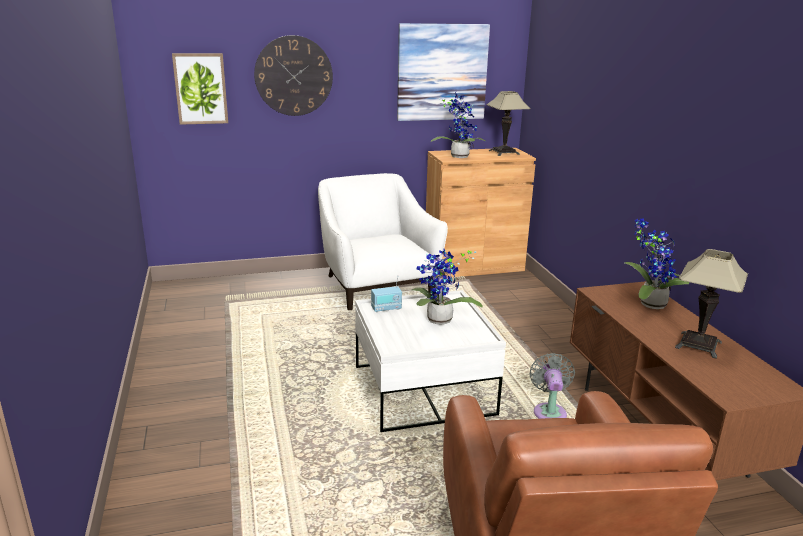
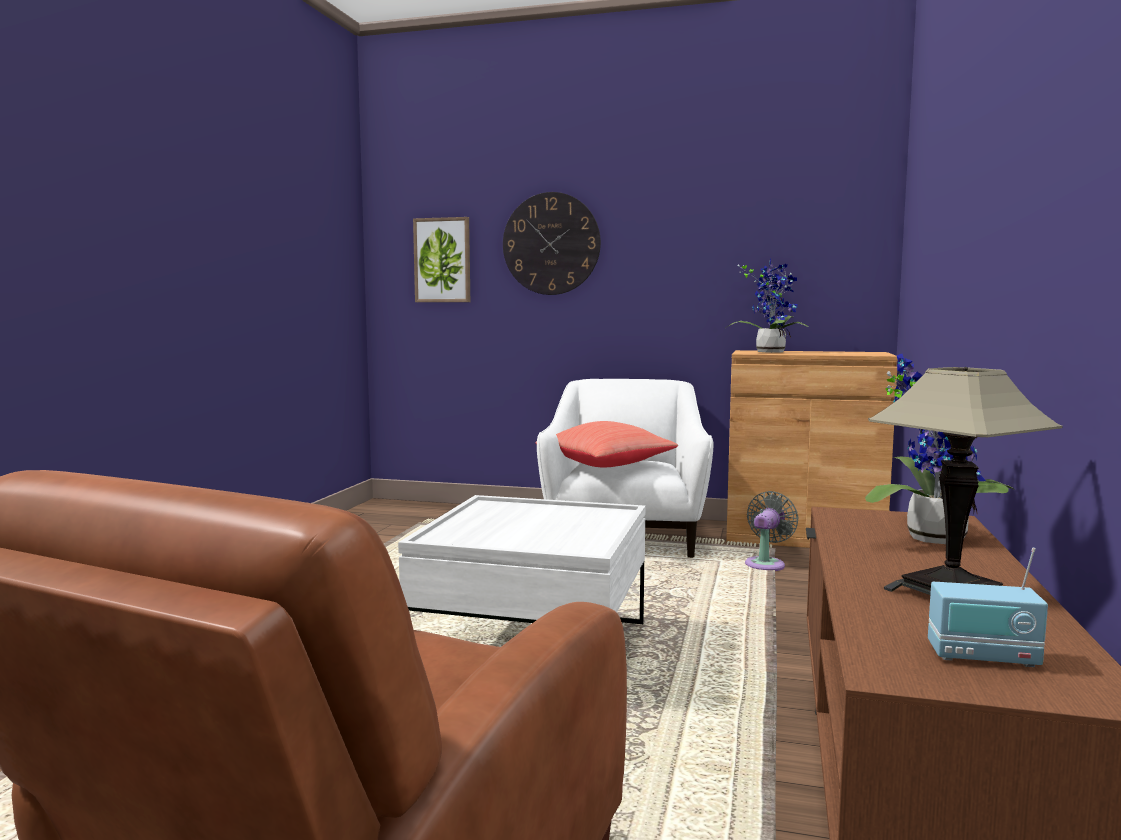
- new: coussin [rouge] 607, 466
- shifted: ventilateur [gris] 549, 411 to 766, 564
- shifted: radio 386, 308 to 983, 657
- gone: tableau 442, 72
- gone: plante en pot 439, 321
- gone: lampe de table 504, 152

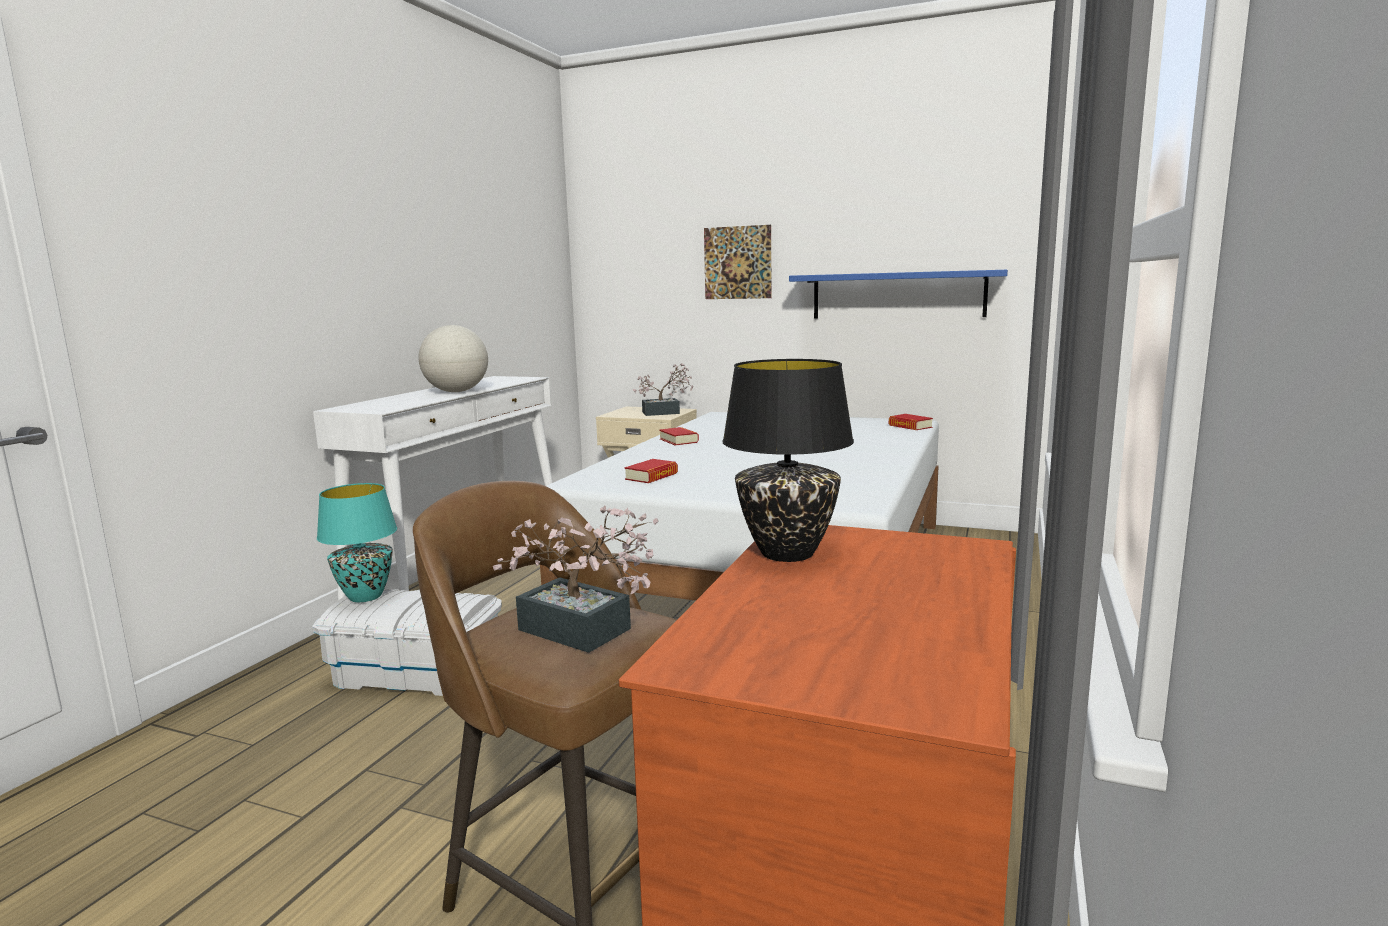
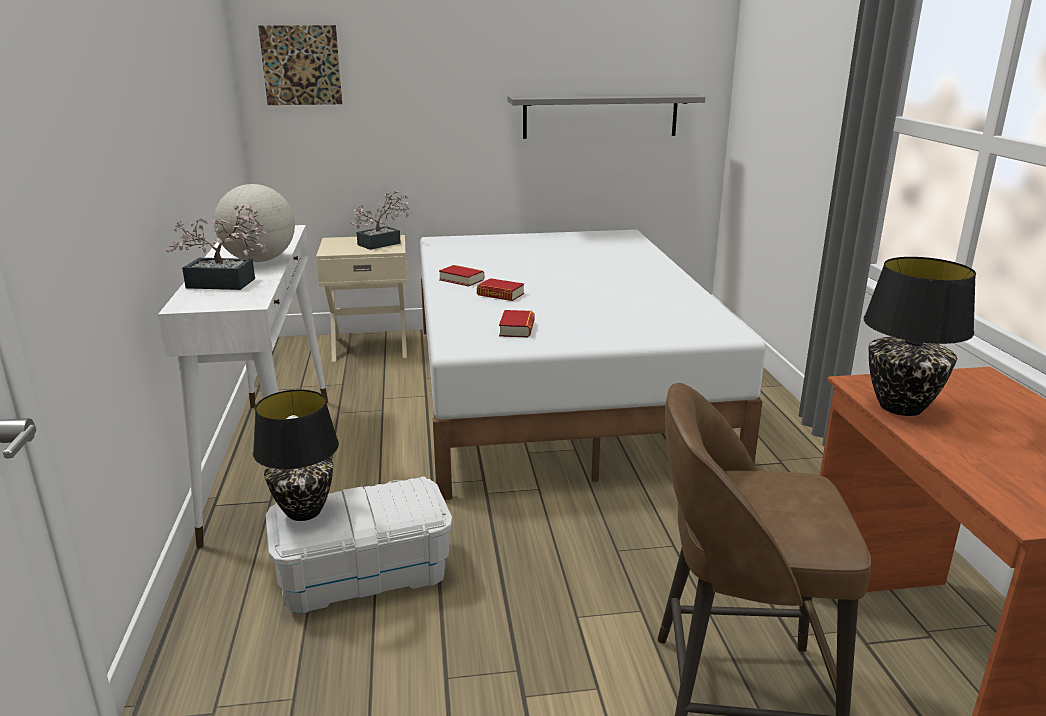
- shifted: plante en pot 583, 633 to 228, 284
- repainted: lampe de table [turquoise] 366, 596 to lampe de table [noir] 305, 511
- shifted: tableau 737, 262 to 301, 65
- shifted: livre 910, 426 to 500, 294
- repainted: étagère [bleu] 897, 295 to étagère [gris] 600, 116

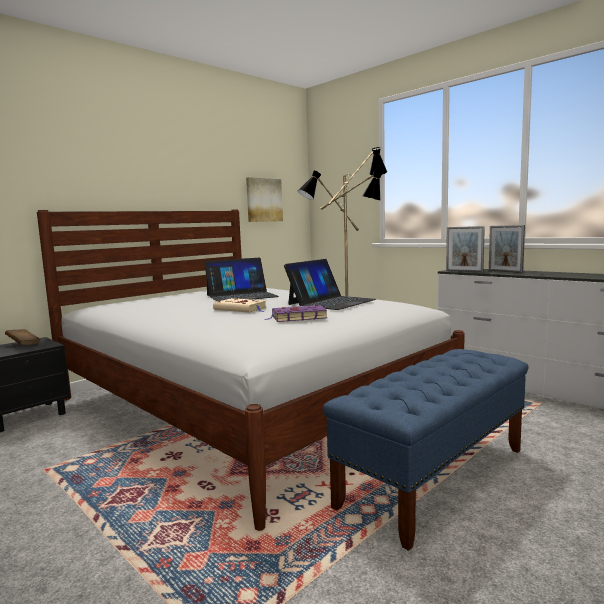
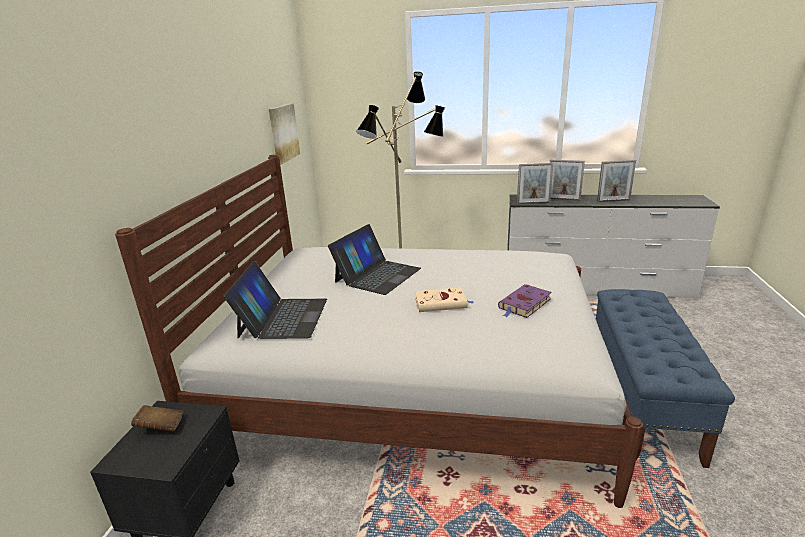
- shifted: ordinateur portable 331, 302 to 283, 317
- new: cadre photo 613, 201

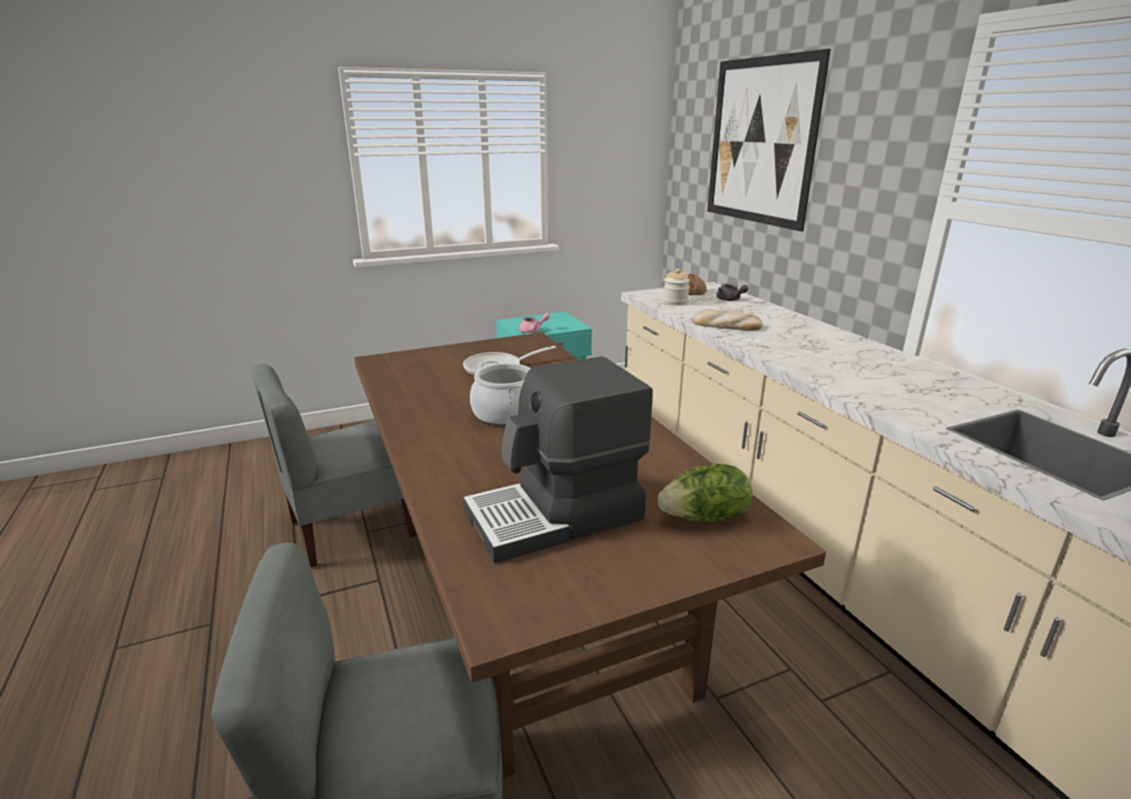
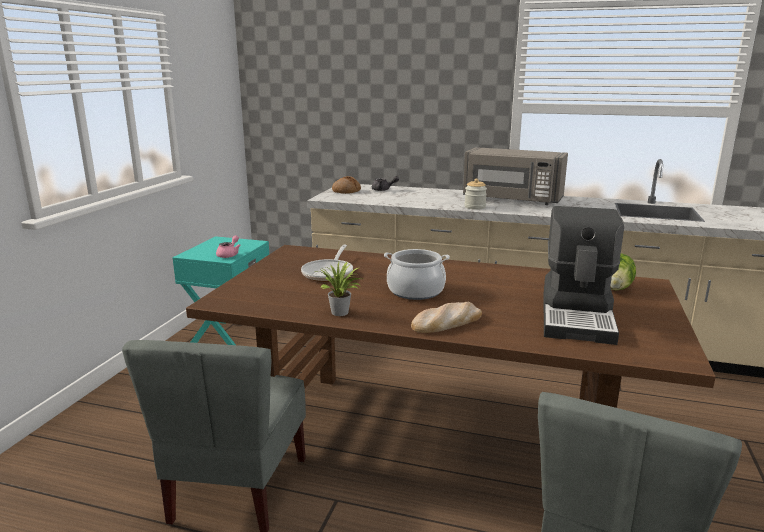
- new: plante en pot 341, 313
- shifted: pain 726, 325 to 446, 322
- new: micro-ondes [gris] 512, 199
- shifted: bocal 675, 302 to 475, 207
- gone: tableau 760, 142

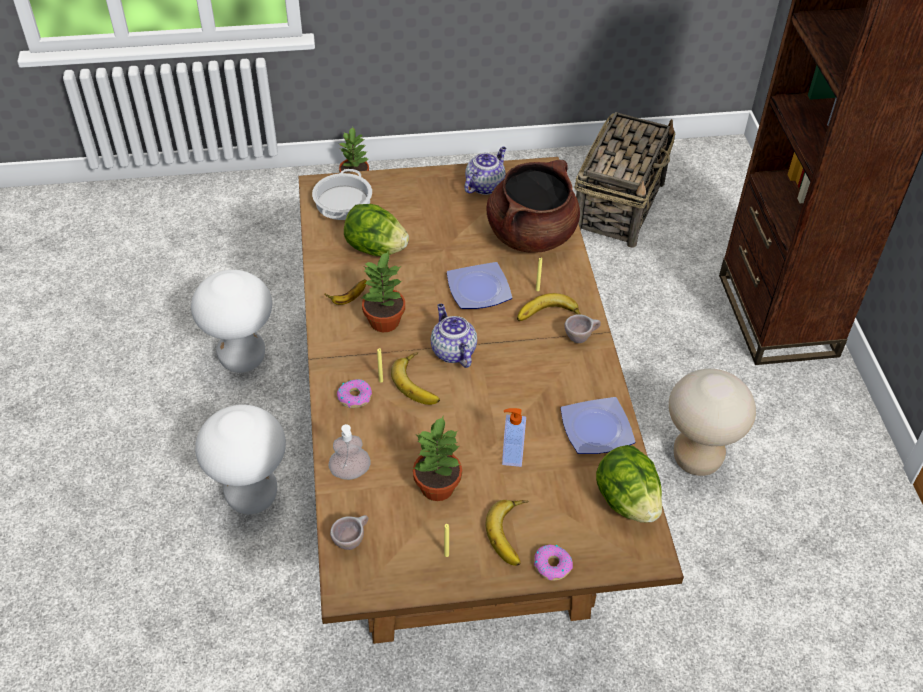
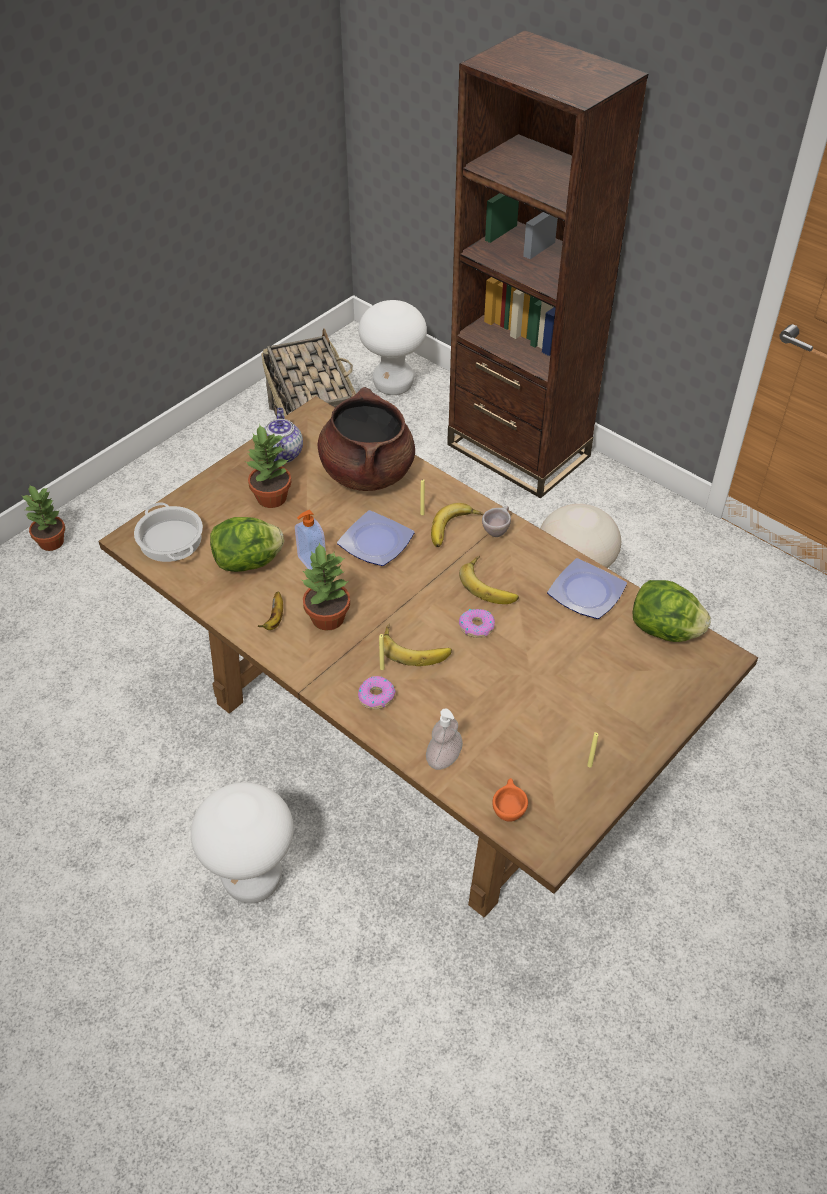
- shifted: plante en pot 436, 487 to 271, 498
- shifted: distributeur de savon 511, 455 to 311, 561
- shifted: tabouret [blanc] 242, 358 to 393, 385
- shifted: banane 513, 534 to 490, 584
- shifted: beignet 552, 565 to 476, 626
- repainted: tasse [beige] 352, 540 to tasse [orange] 508, 810
- gone: théière 452, 351

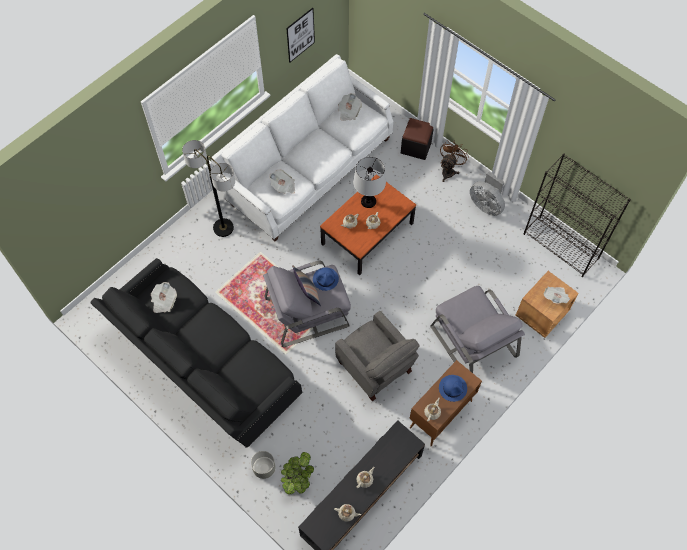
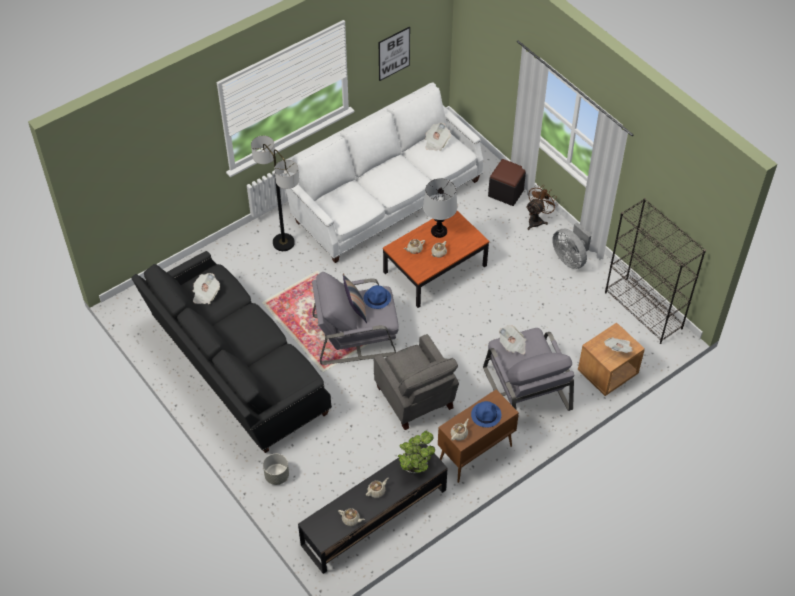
- shifted: plante en pot 297, 480 to 415, 465
- shifted: journal 283, 186 to 512, 345

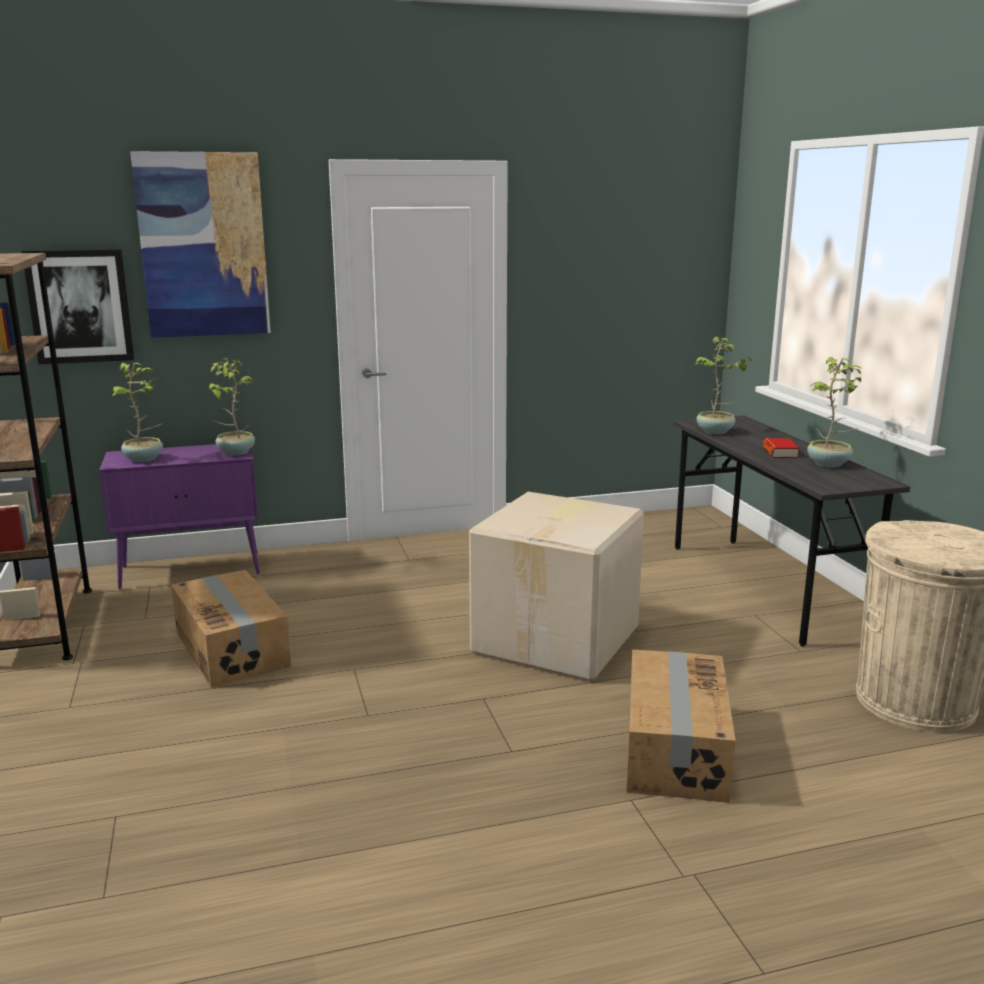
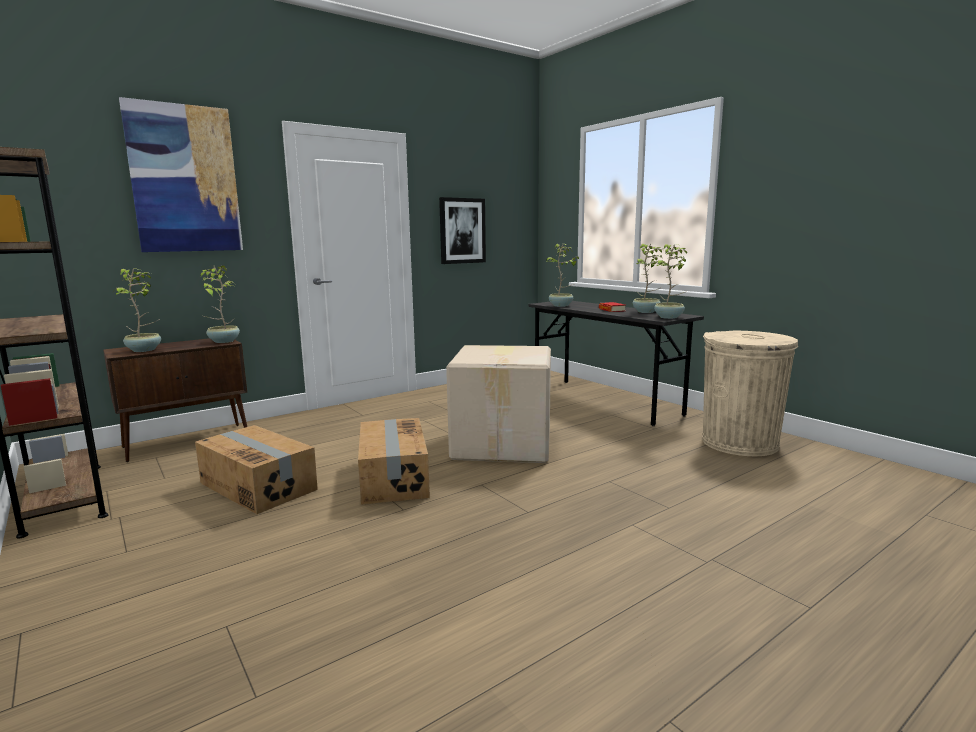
- repainted: meuble de rangement [violet] 192, 570 to meuble de rangement [marron] 188, 442
- shifted: carton 673, 749 to 392, 478
- shifted: tableau 80, 306 to 462, 231
- new: plante en pot 669, 317

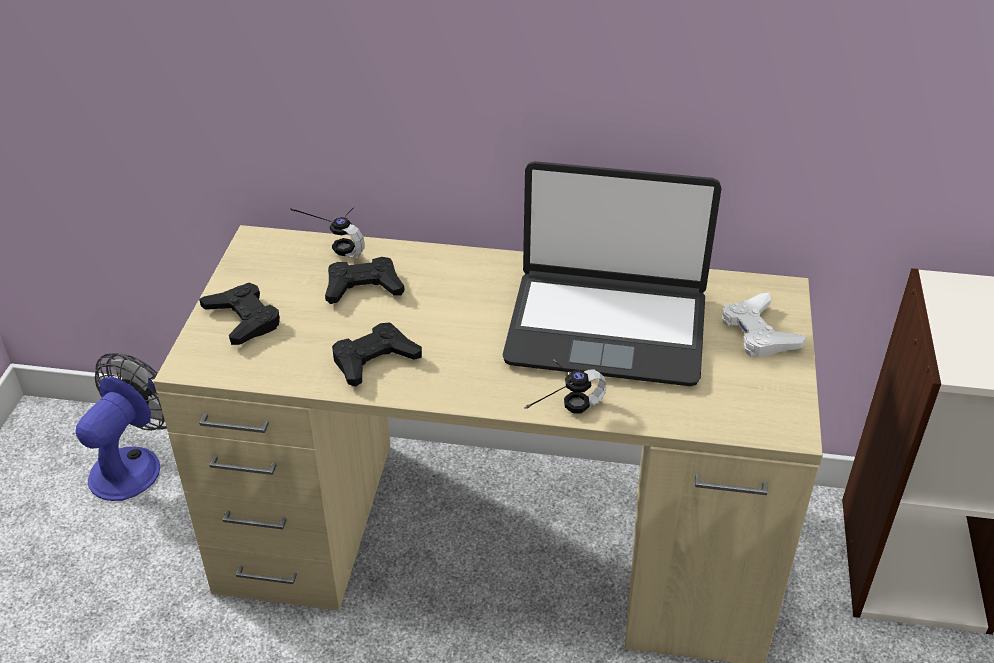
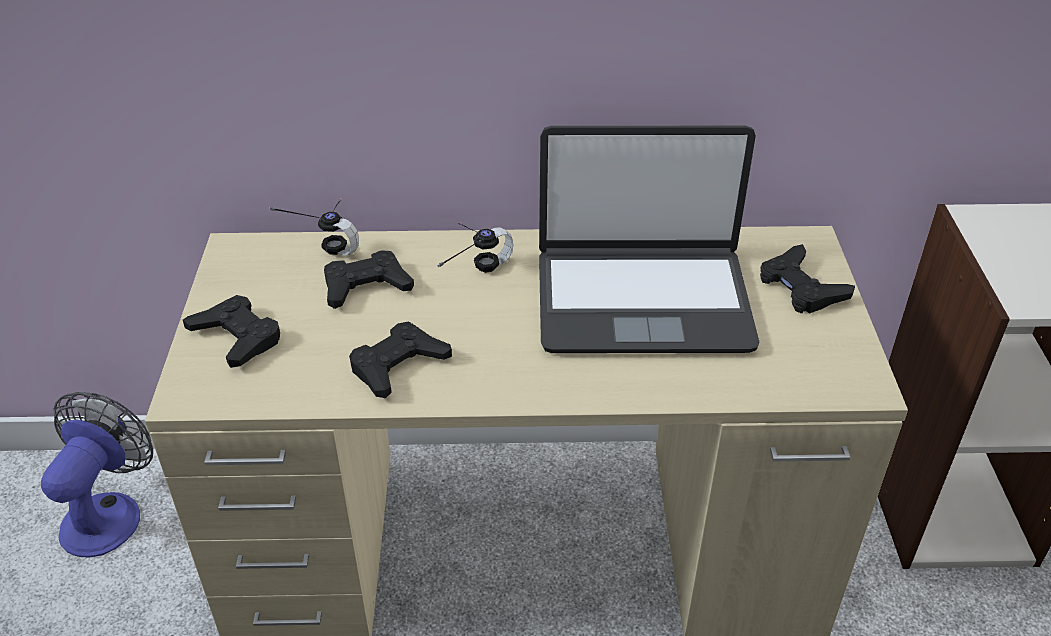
- shifted: casque audio 557, 407 to 468, 269
- repainted: manette [blanc] 758, 332 to manette [noir] 801, 287

